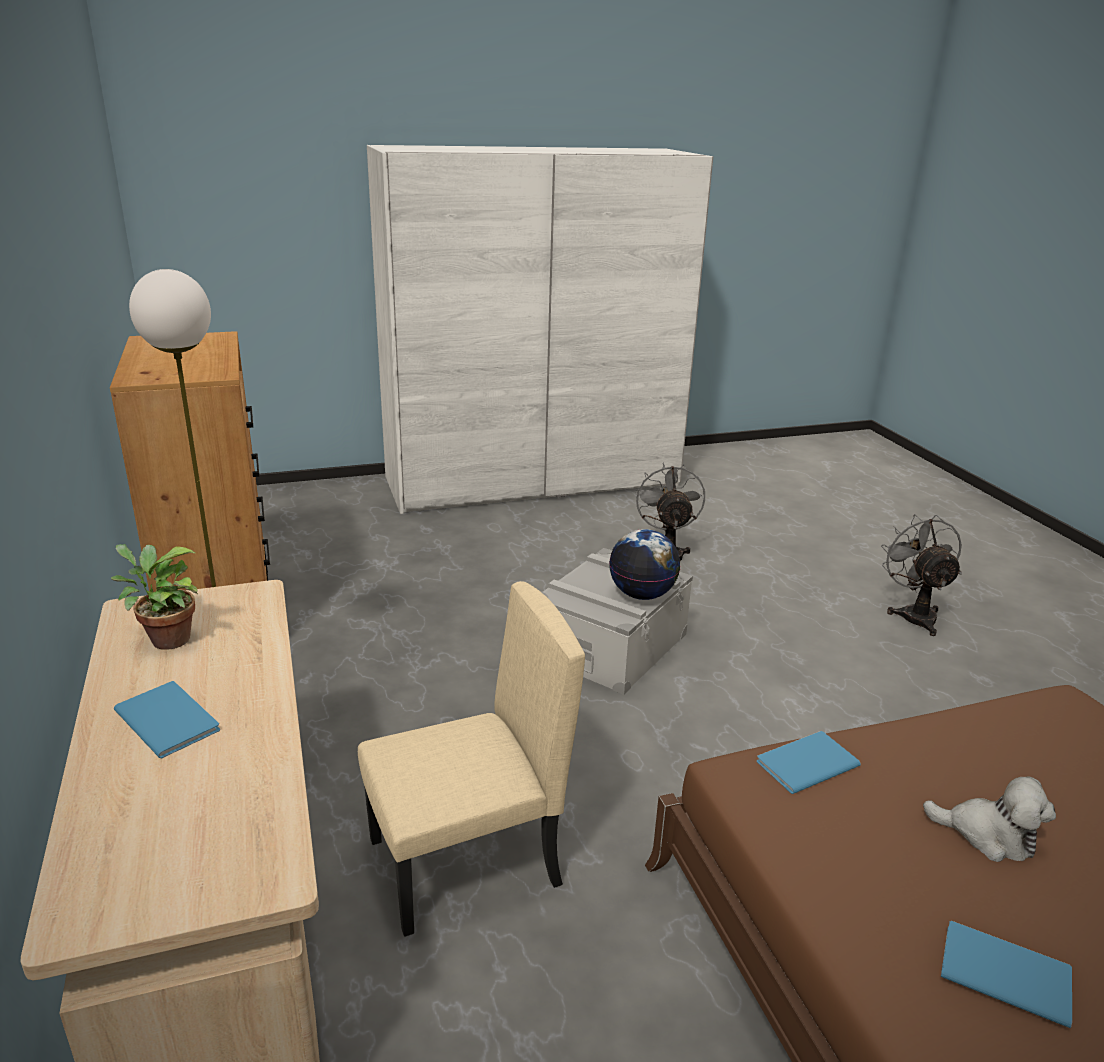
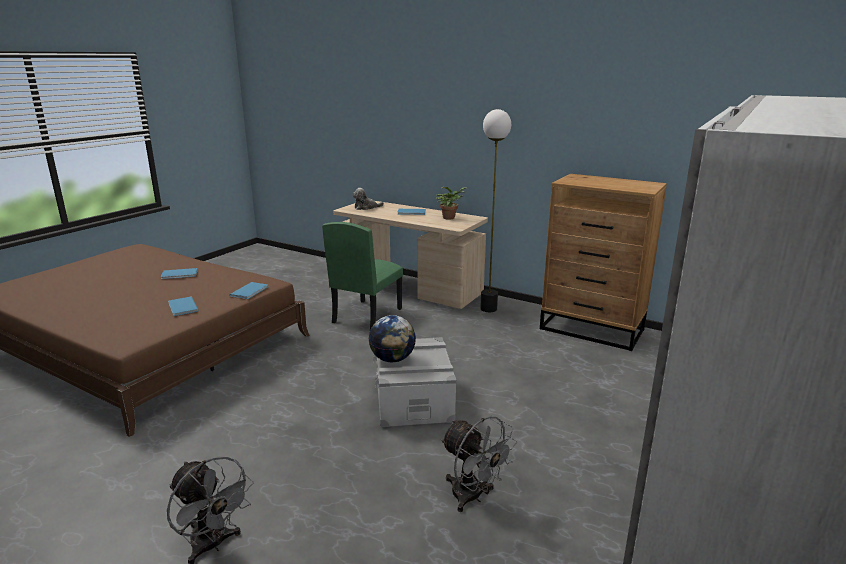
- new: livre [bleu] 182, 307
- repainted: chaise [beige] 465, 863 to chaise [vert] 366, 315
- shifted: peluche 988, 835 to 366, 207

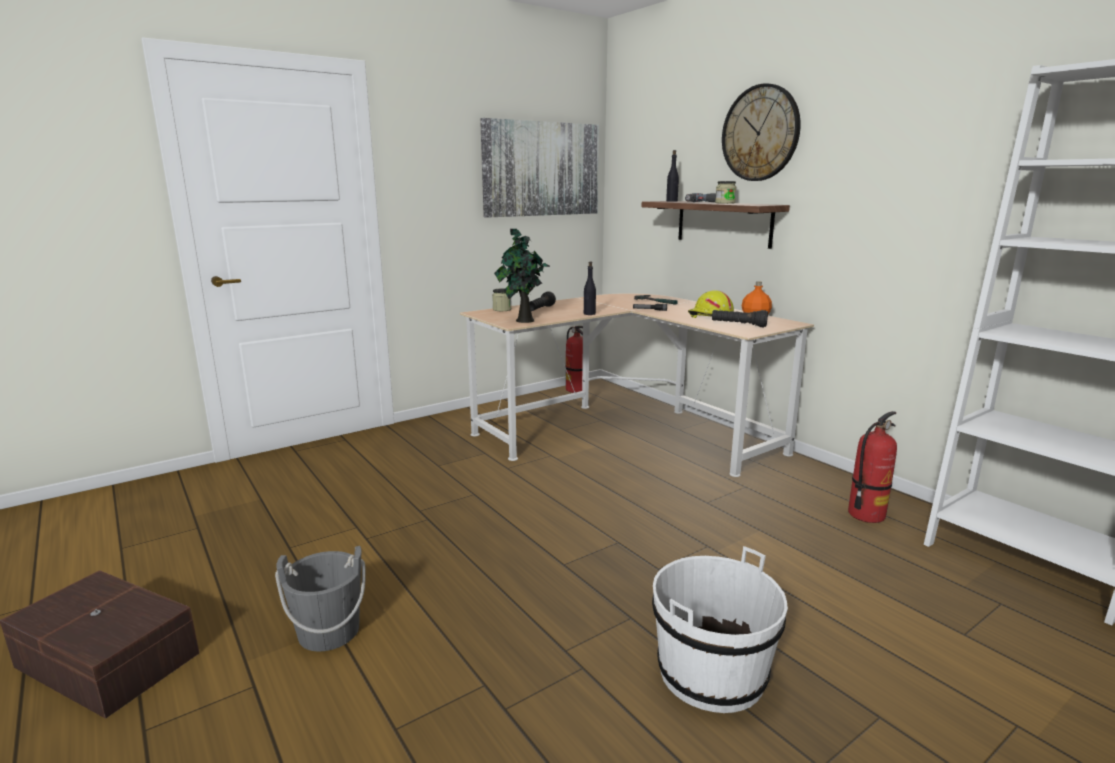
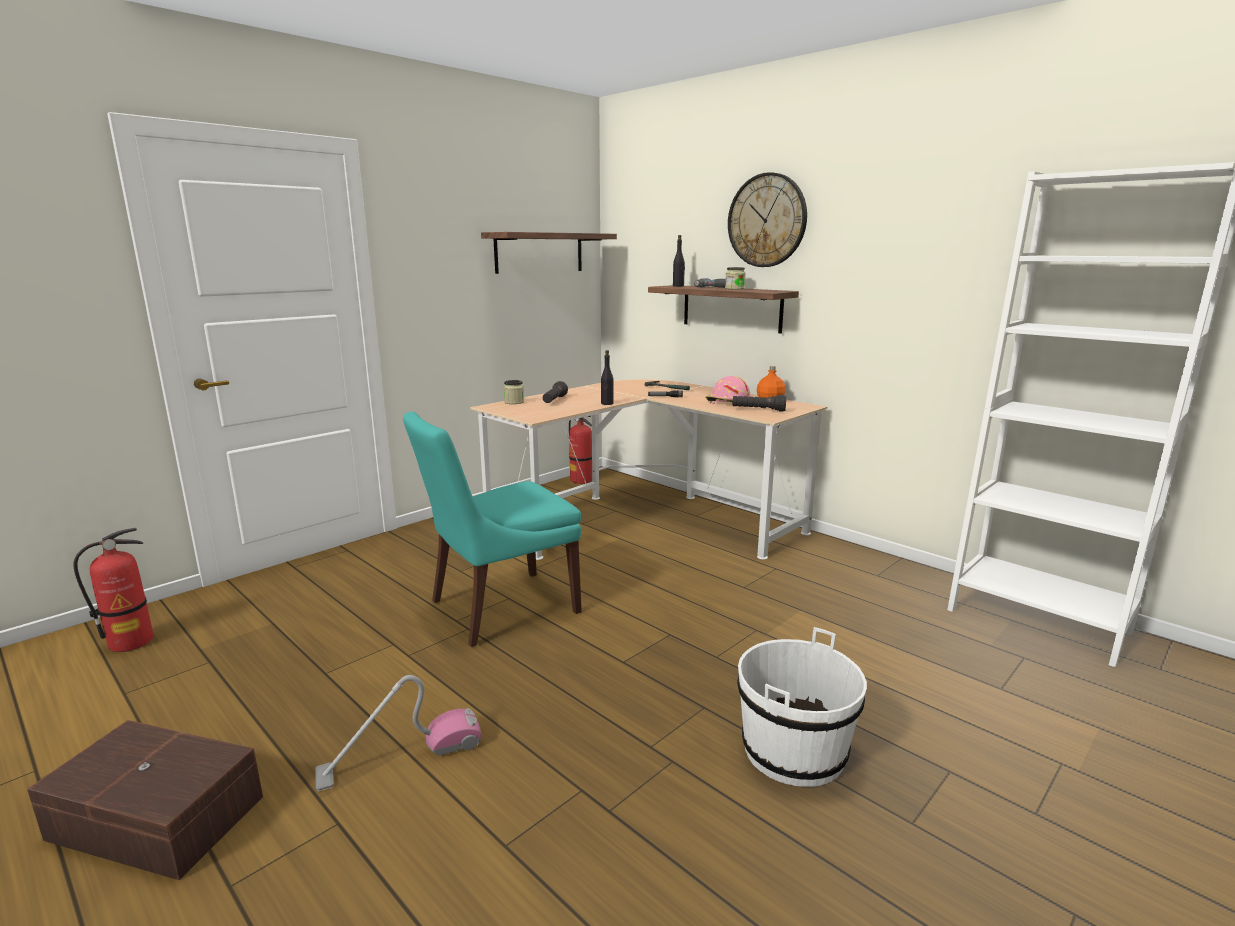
- shifted: extincteur 866, 515 to 131, 642
- swapped: seau [gris] 329, 631 to aspirateur 401, 757
- new: chaise [turquoise] 500, 608
- swapped: tableau 541, 169 to étagère 539, 252
- repainted: casque de chantier [jaune] 710, 317 to casque de chantier [rose] 727, 402
- gone: plante en pot 523, 320

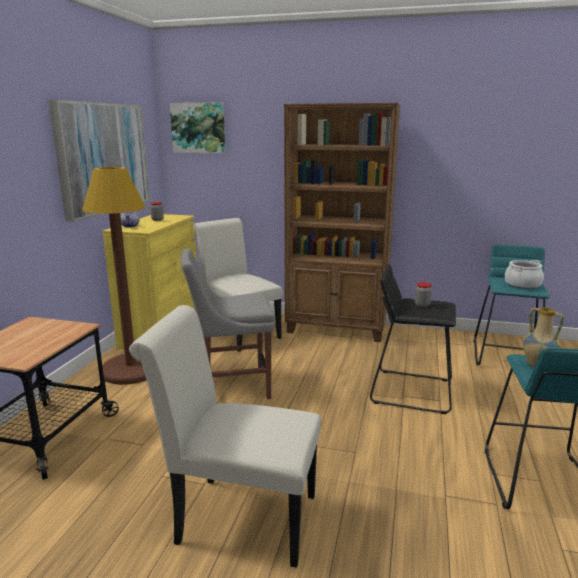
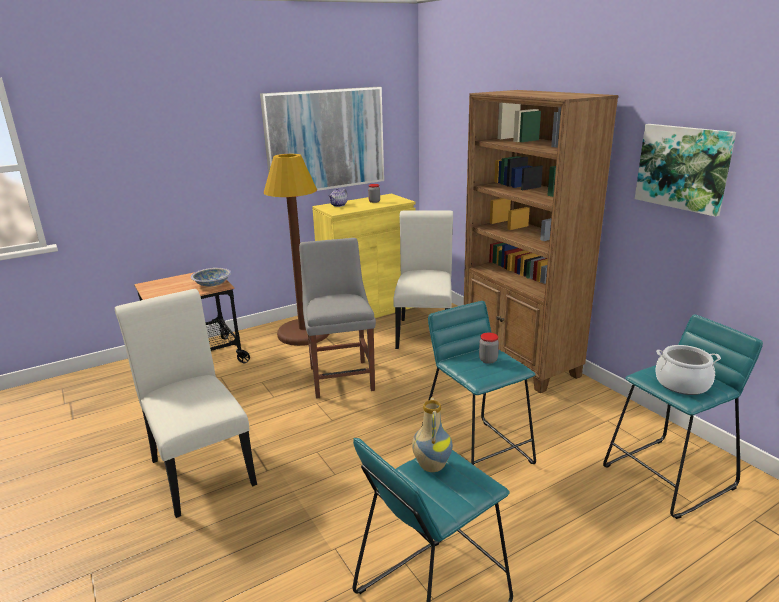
- new: bol 212, 284
- rotated: chaise [gris] 231, 387 = 341, 376 45 degrees clockwise
- repainted: tabouret [noir] 411, 390 to tabouret [turquoise] 477, 453
- shifted: tableau 198, 128 to 683, 167

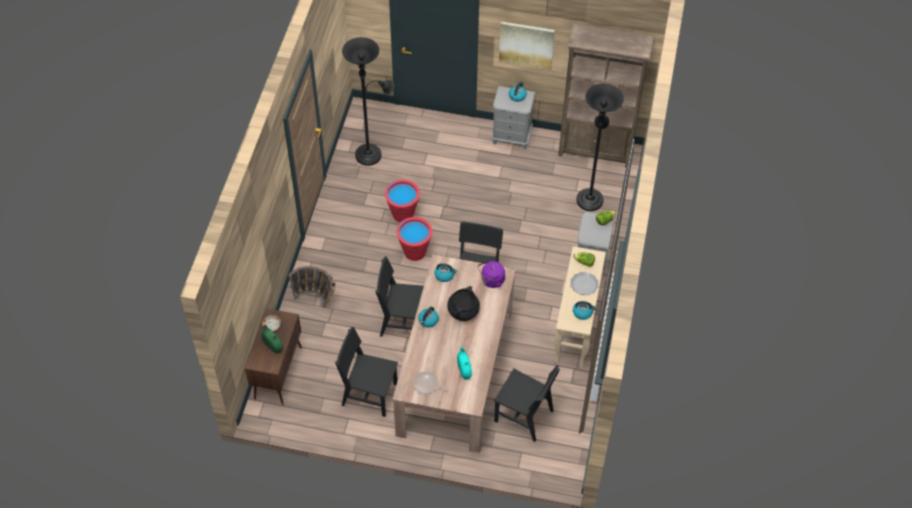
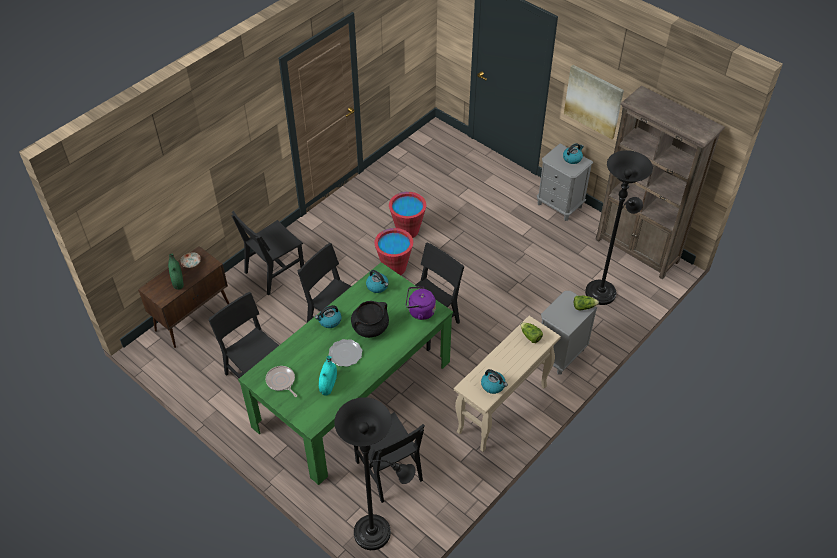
- swapped: panier 317, 301 to chaise [noir] 274, 272
- repainted: table à manger [beige] 455, 371 to table à manger [vert] 353, 393
- shifted: assiette 584, 284 to 345, 354
- shifted: lampadaire [noir] 371, 154 to 377, 533

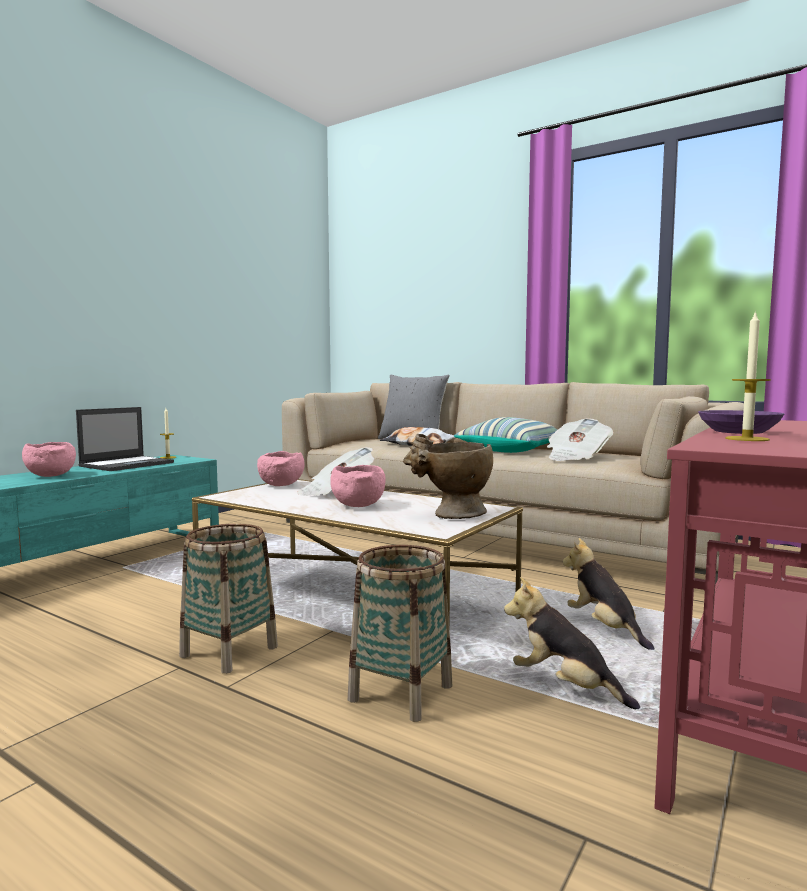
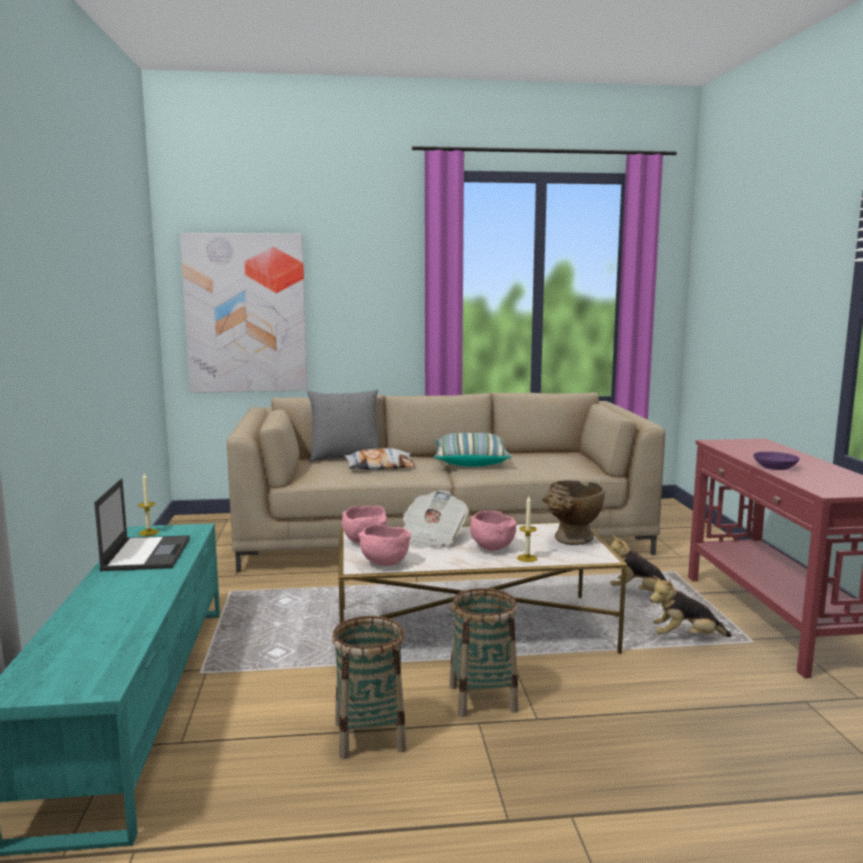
- new: tableau 246, 313
- shifted: panier 401, 693 to 370, 736
- shifted: bol [rose] 50, 476 to 384, 563
- shifted: bougie 747, 439 to 527, 558
- gone: journal 576, 458

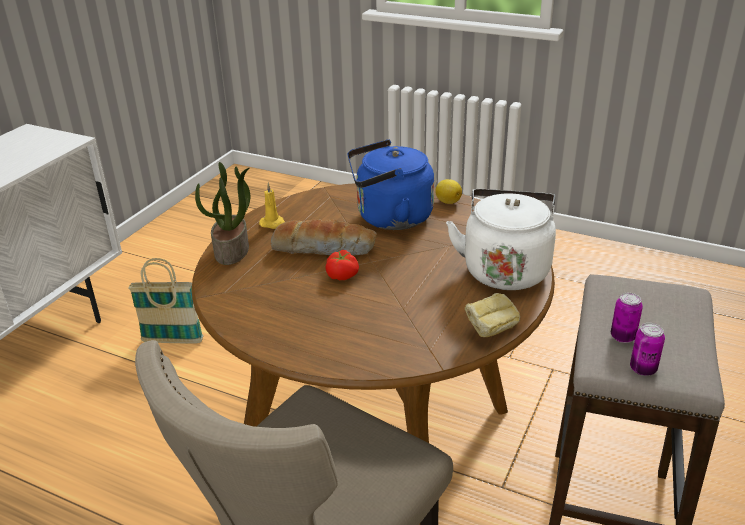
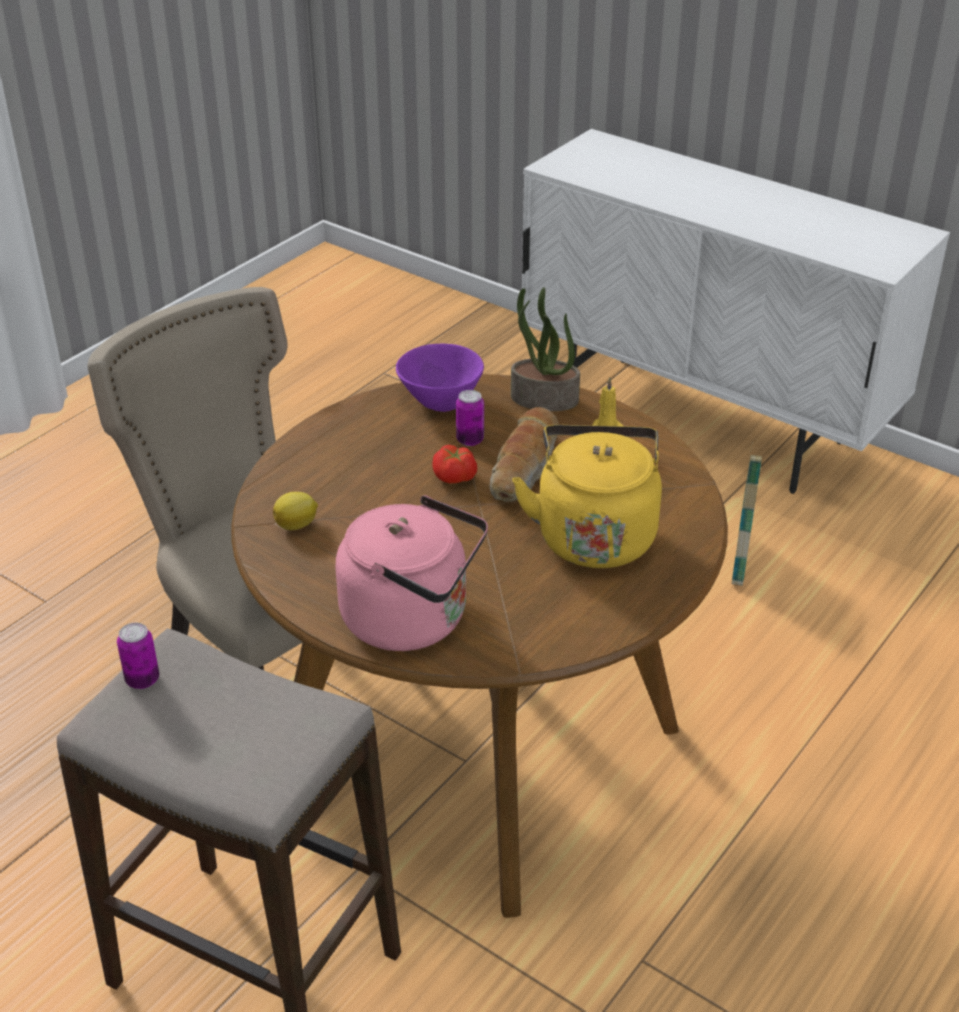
- shifted: citron 447, 201 to 297, 525
- repainted: bouilloire [blanc] 505, 269 to bouilloire [rose] 413, 620
- new: bol [violet] 442, 399
- shifted: boîte métallique 622, 337 to 470, 440
- repainted: bouilloire [bleu] 389, 218 to bouilloire [jaune] 594, 534
- gone: pain 490, 331

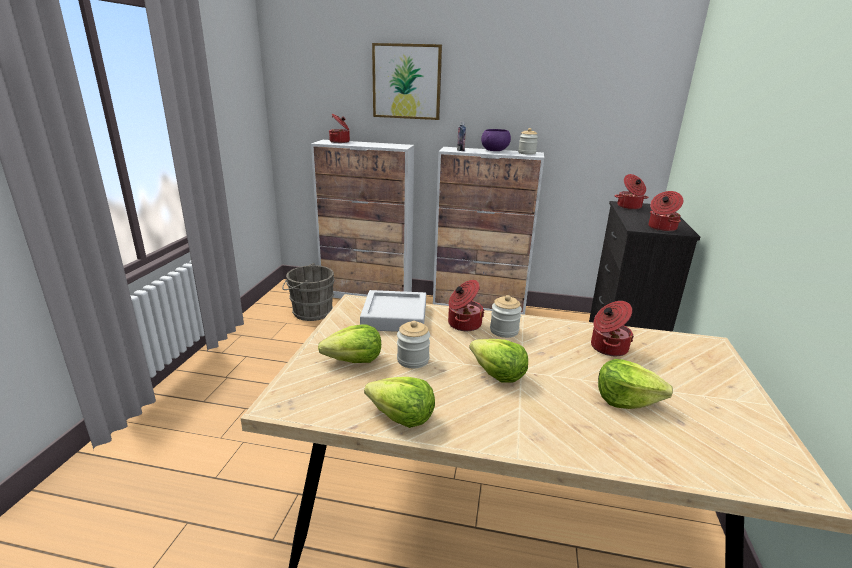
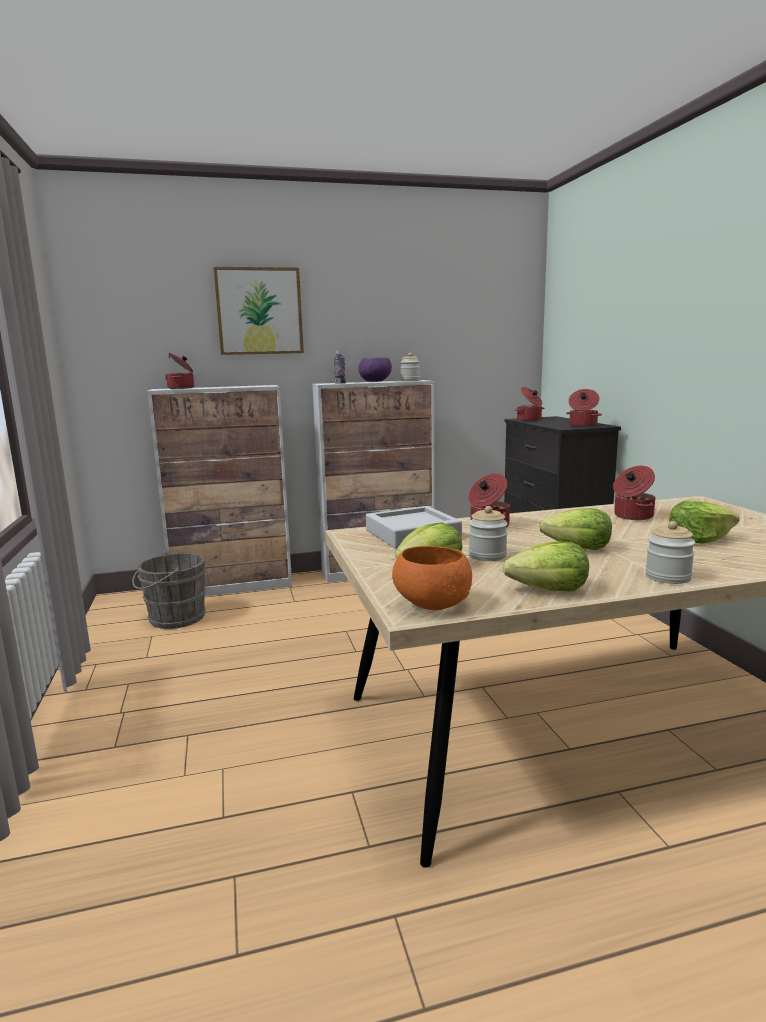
- new: bol [orange] 431, 605
- shifted: bocal 504, 331 to 667, 577

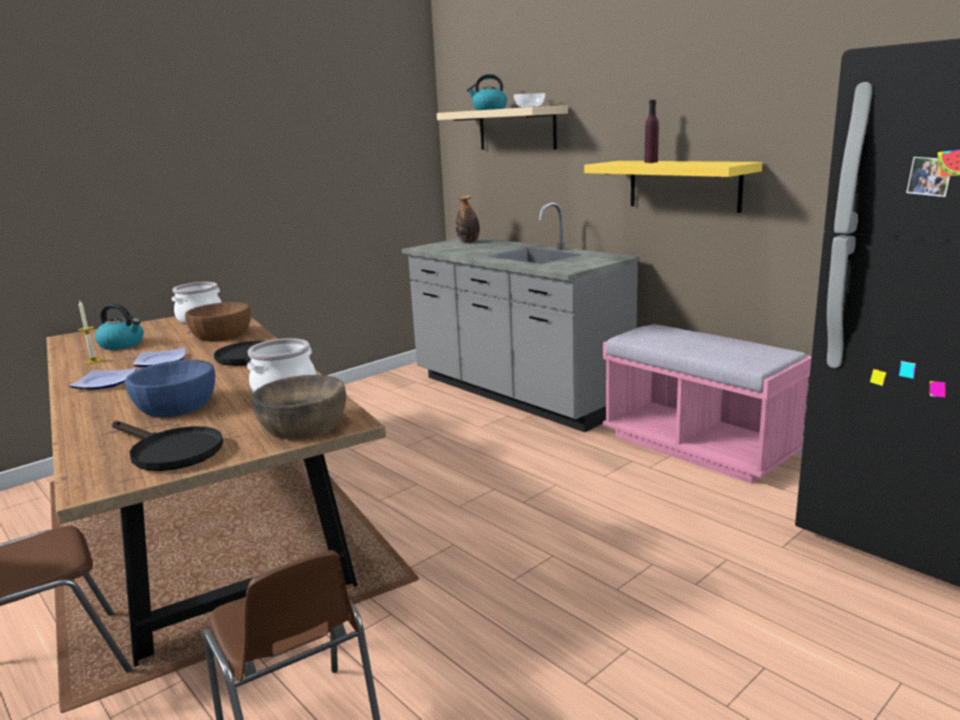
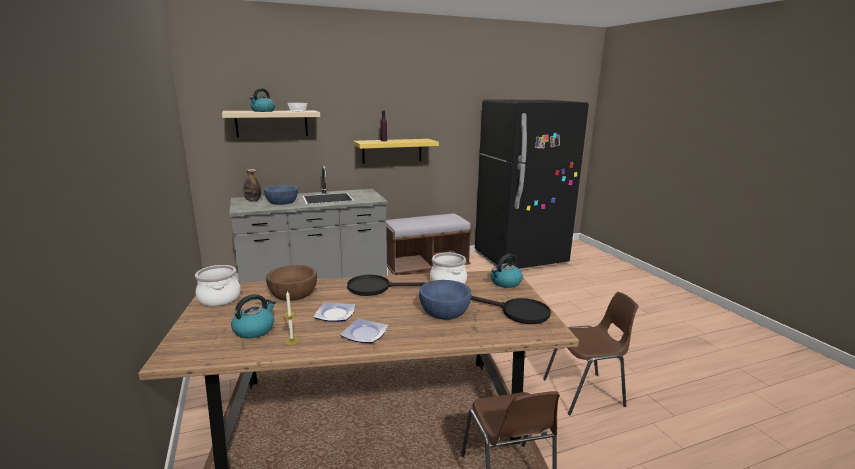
- new: bol [bleu] 282, 201
- repainted: banc [rose] 698, 447 to banc [marron] 425, 267
- rotated: poêle [noir] 170, 451 = 518, 312 60 degrees clockwise
- swapped: bol [marron] 303, 426 to bouilloire 505, 283

